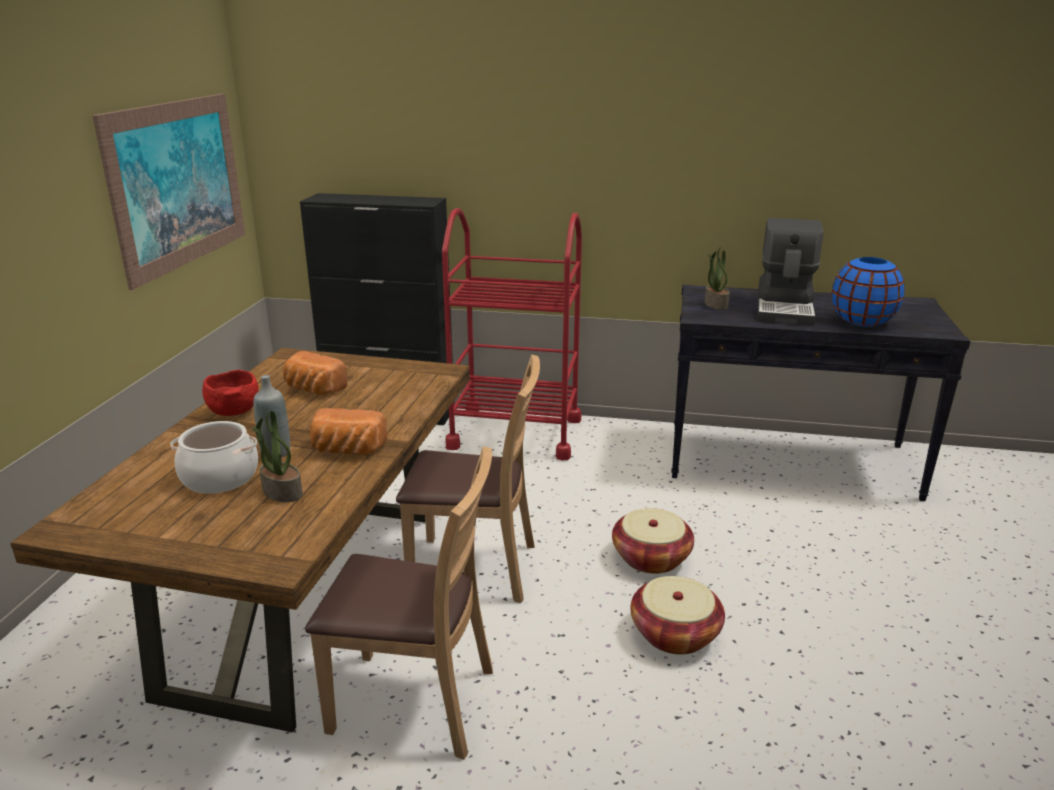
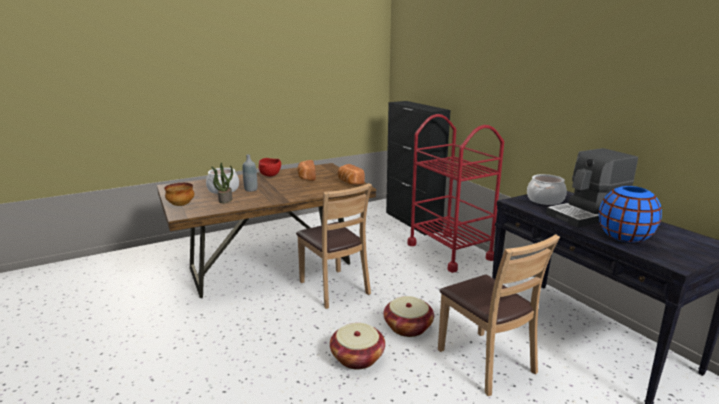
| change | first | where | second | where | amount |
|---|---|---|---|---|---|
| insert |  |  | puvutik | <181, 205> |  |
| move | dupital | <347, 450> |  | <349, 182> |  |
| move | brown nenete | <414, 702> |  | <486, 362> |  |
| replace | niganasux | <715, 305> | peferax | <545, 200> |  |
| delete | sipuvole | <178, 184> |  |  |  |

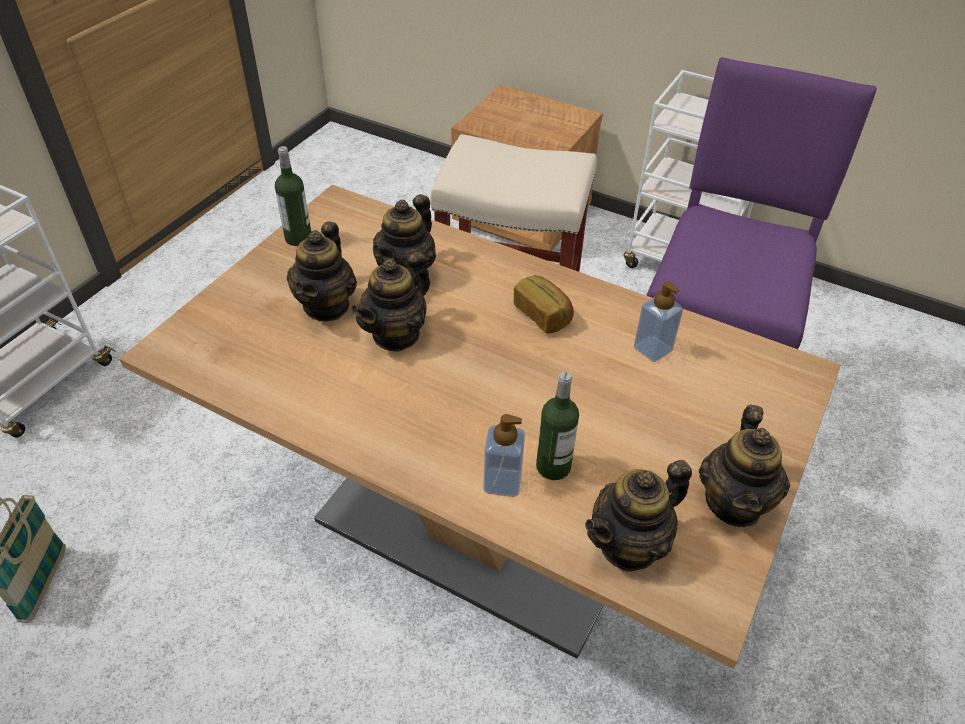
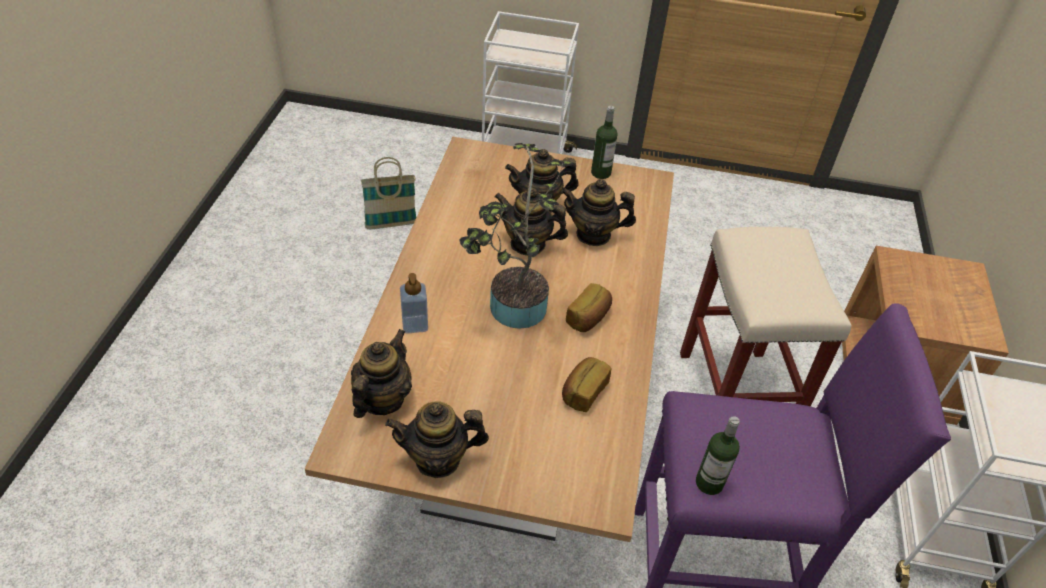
| change | first | where | second | where | amount |
|---|---|---|---|---|---|
| rotate | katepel | <629, 545> |  | <382, 399> | 75 degrees clockwise |
| insert |  |  | niganasux | <512, 310> |  |
| replace | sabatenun | <652, 349> | dupital | <583, 392> |  |
| move | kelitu | <553, 466> |  | <709, 483> |  |

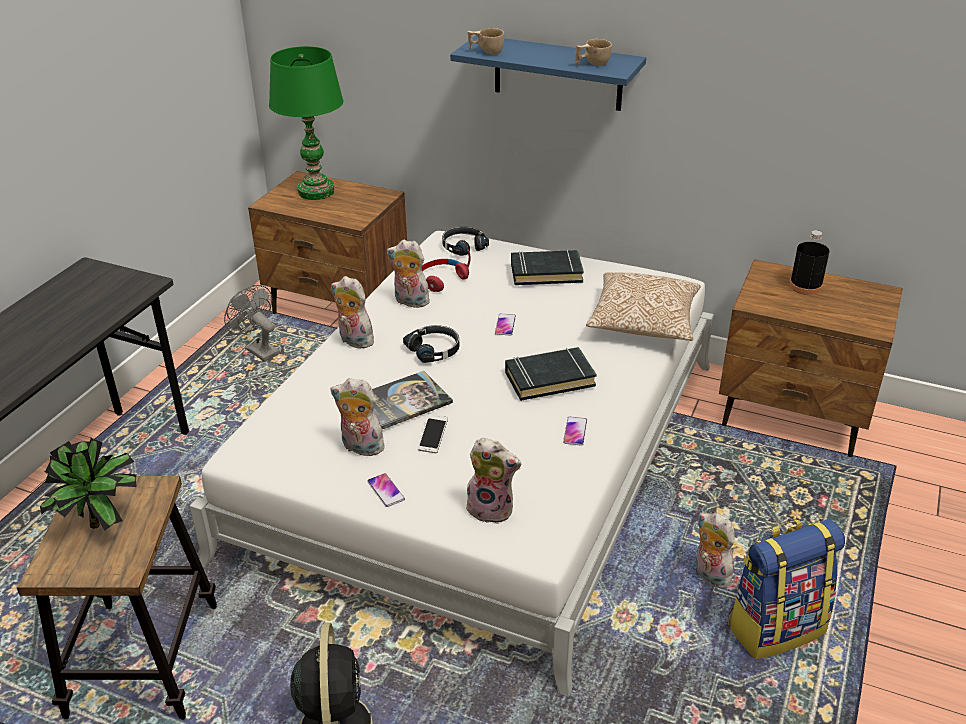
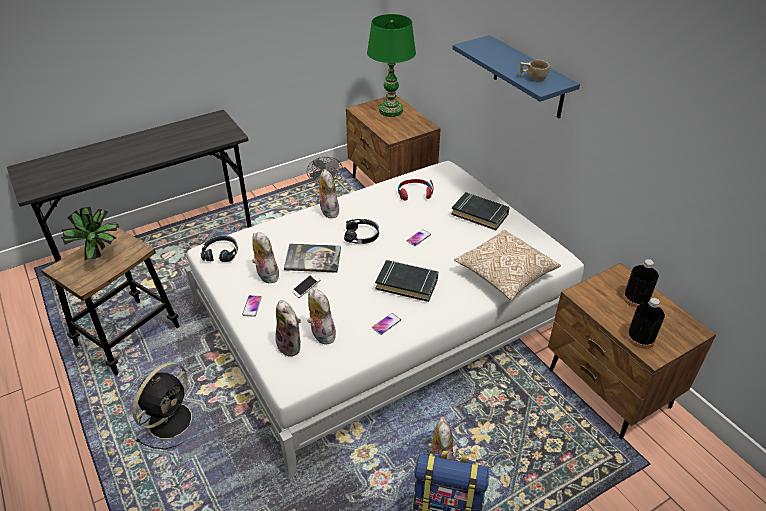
| change | first | where | second | where | amount |
|---|---|---|---|---|---|
| move | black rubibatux | <463, 246> |  | <221, 253> |  |
| move | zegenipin | <409, 302> |  | <321, 334> |  |
| insert |  |  | black kelitu | <640, 338> |  |
| delete | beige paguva | <486, 51> |  |  |  |

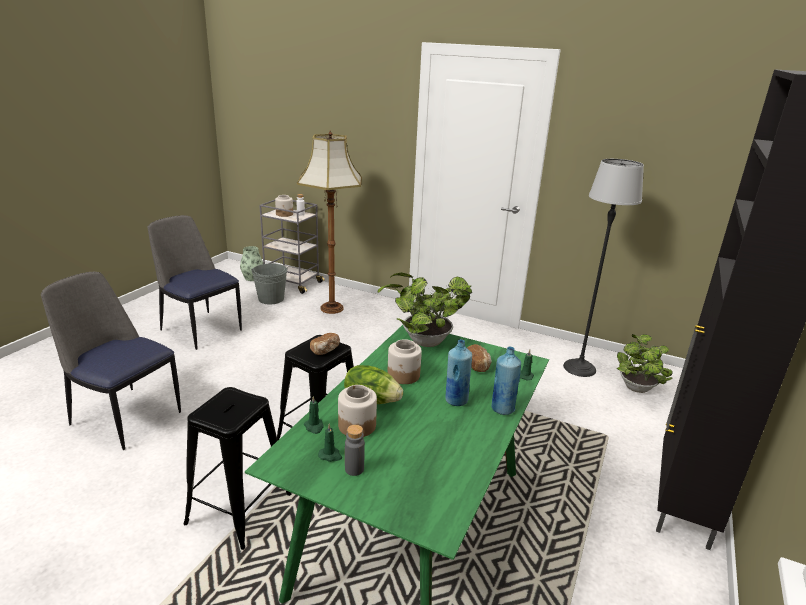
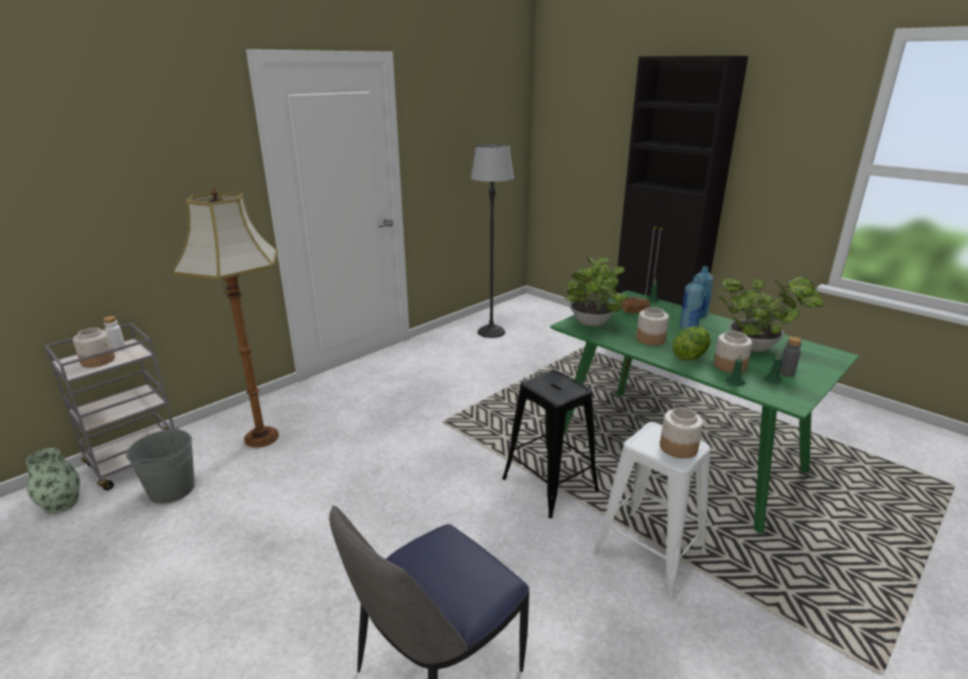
| change | first | where | second | where | amount |
|---|---|---|---|---|---|
| recolor | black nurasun | <239, 509> | white nurasun | <649, 553> |  |
| insert |  |  | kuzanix | <678, 447> |  |
| move | niganasux | <637, 389> |  | <756, 348> |  |
| delete | nenete | <200, 329> |  |  |  |
| delete | dupital | <325, 350> |  |  |  |

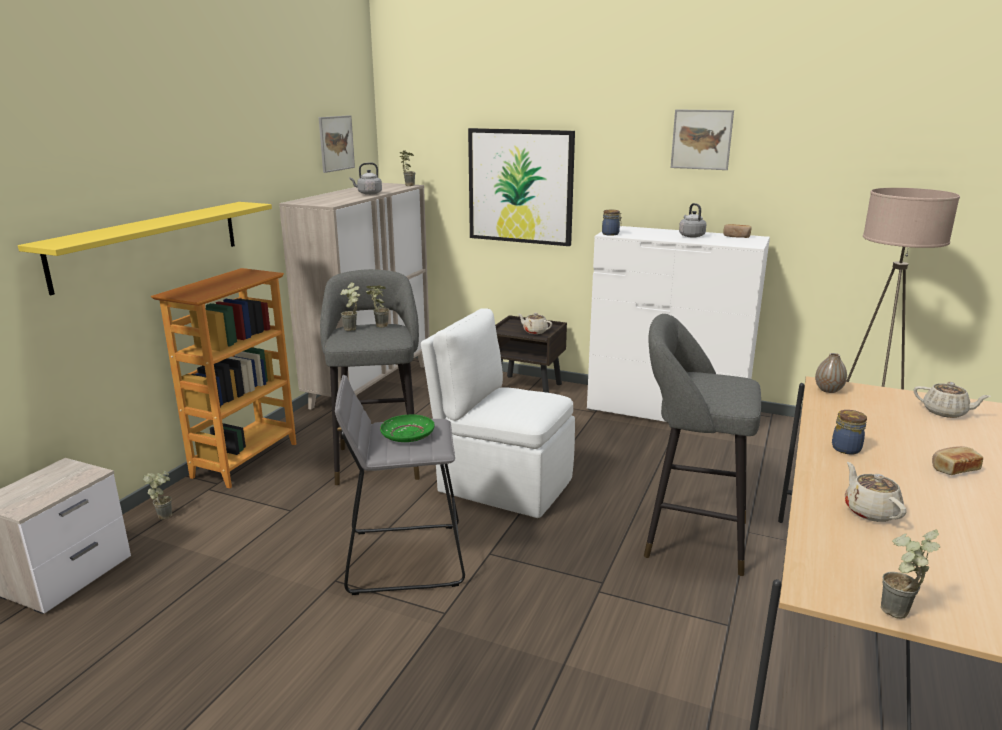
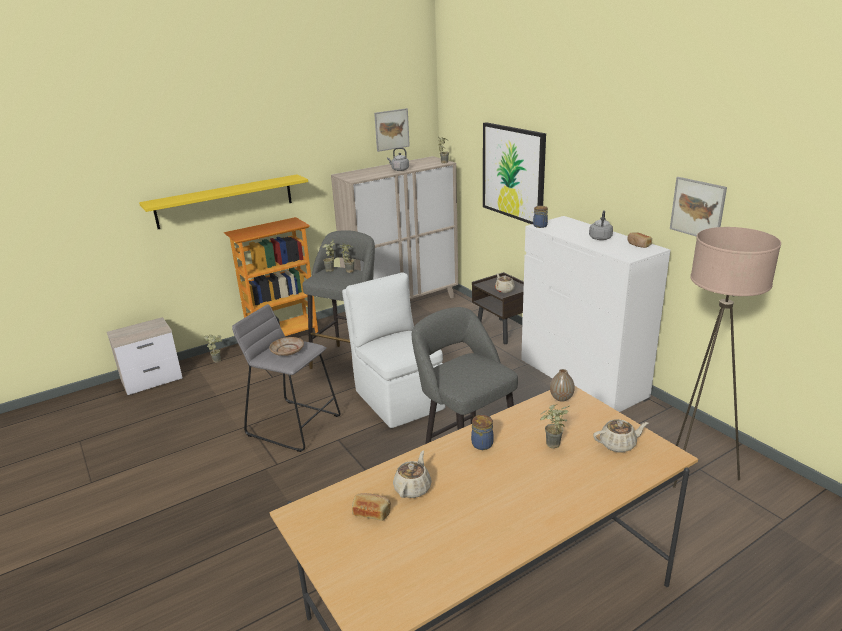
| change | first | where | second | where | amount |
|---|---|---|---|---|---|
| recolor | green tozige | <408, 435> | beige tozige | <287, 351> |  |
| move | dupital | <953, 469> |  | <372, 512> |  |
| move | niganasux | <898, 616> |  | <551, 447> |  |
| rotate | beige katepel | <945, 412> |  | <618, 444> | 75 degrees counterclockwise |
| move | sipuvole | <701, 139> |  | <697, 208> |  |

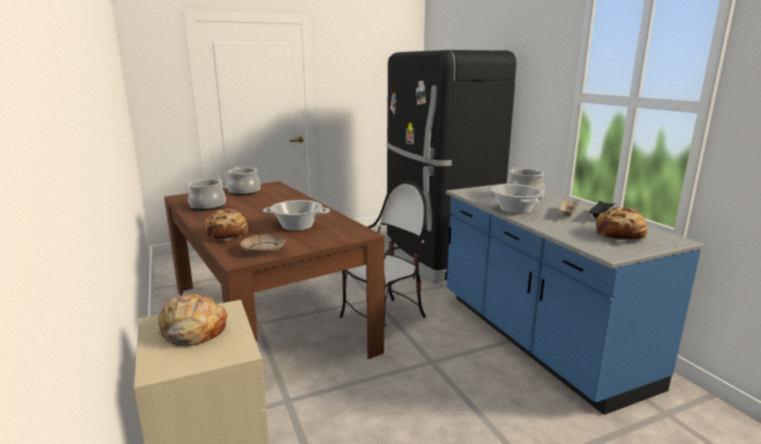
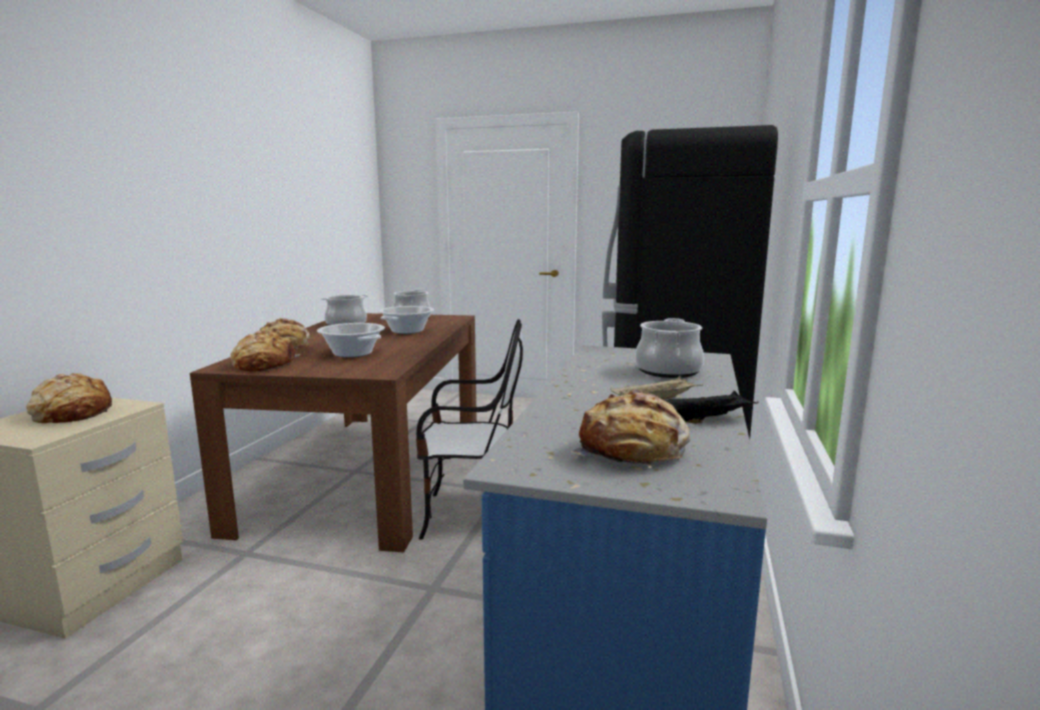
| change | first | where | second | where | amount |
|---|---|---|---|---|---|
| replace | beige tozige | <263, 249> | dupital | <264, 364> |  |
| move | peferax | <515, 210> |  | <407, 331> |  |

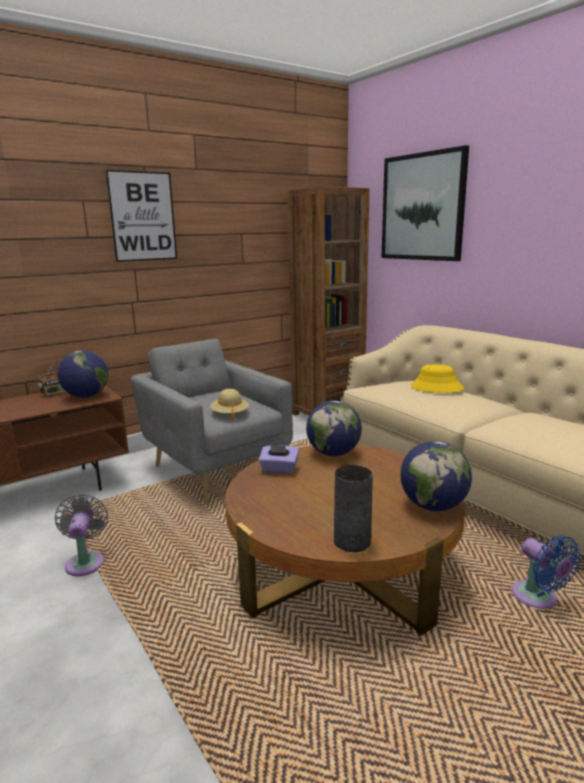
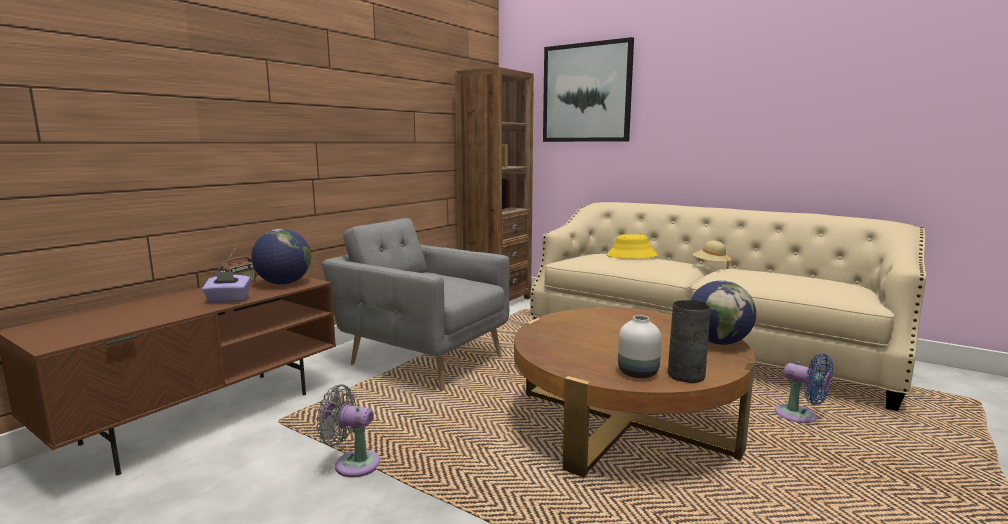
| change | first | where | second | where | amount |
|---|---|---|---|---|---|
| move | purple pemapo | <279, 470> |  | <228, 300> |  |
| rotate | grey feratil | <86, 561> |  | <353, 463> | 45 degrees counterclockwise |
| insert |  |  | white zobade | <638, 372> |  |
| move | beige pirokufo | <230, 414> |  | <711, 265> |  |
| delete | sipuvole | <142, 216> |  |  |  |
| delete | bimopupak | <333, 453> |  |  |  |

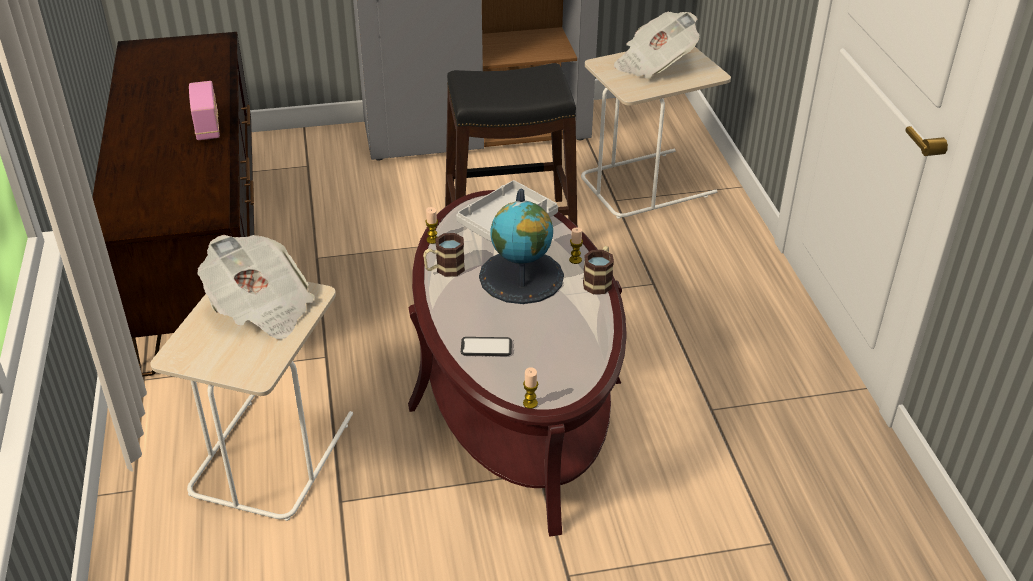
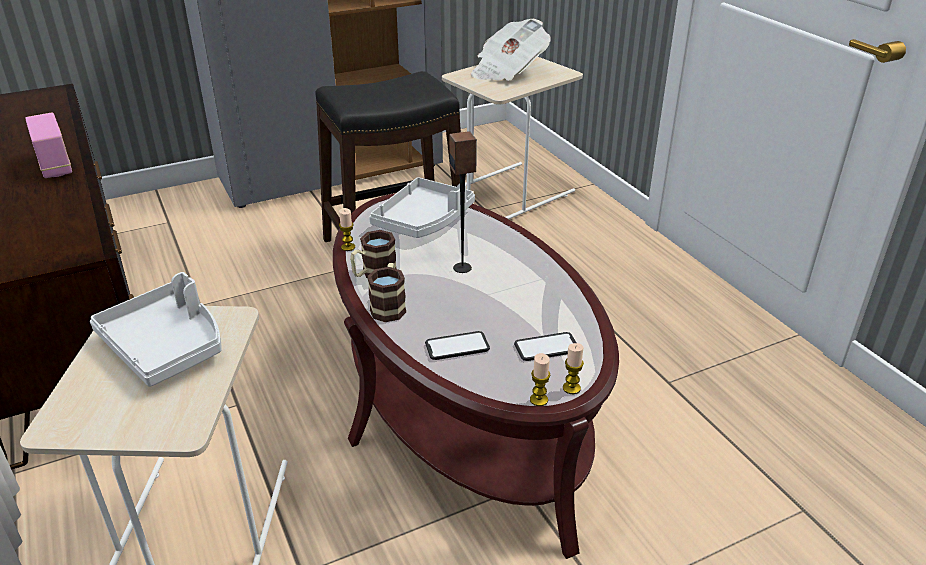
| change | first | where | second | where | amount |
|---|---|---|---|---|---|
| replace | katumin | <261, 308> | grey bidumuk | <166, 345> |  |
| move | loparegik | <599, 281> |  | <389, 306> |  |
| replace | bimopupak | <521, 276> | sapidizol | <462, 268> |  |
| insert |  |  | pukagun | <546, 347> |  |
| move | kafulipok | <575, 260> |  | <571, 388> |  |

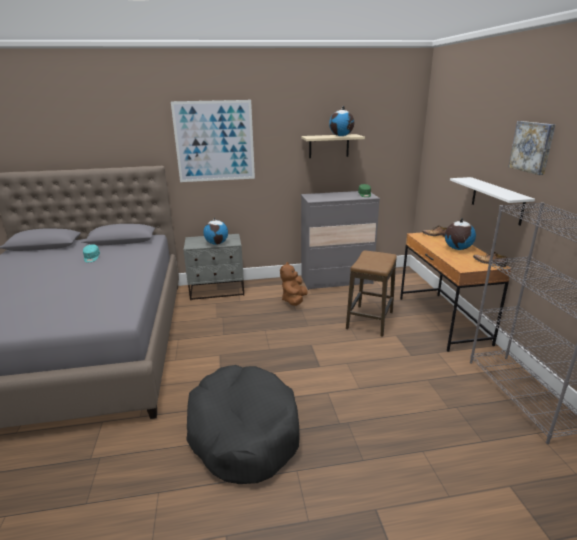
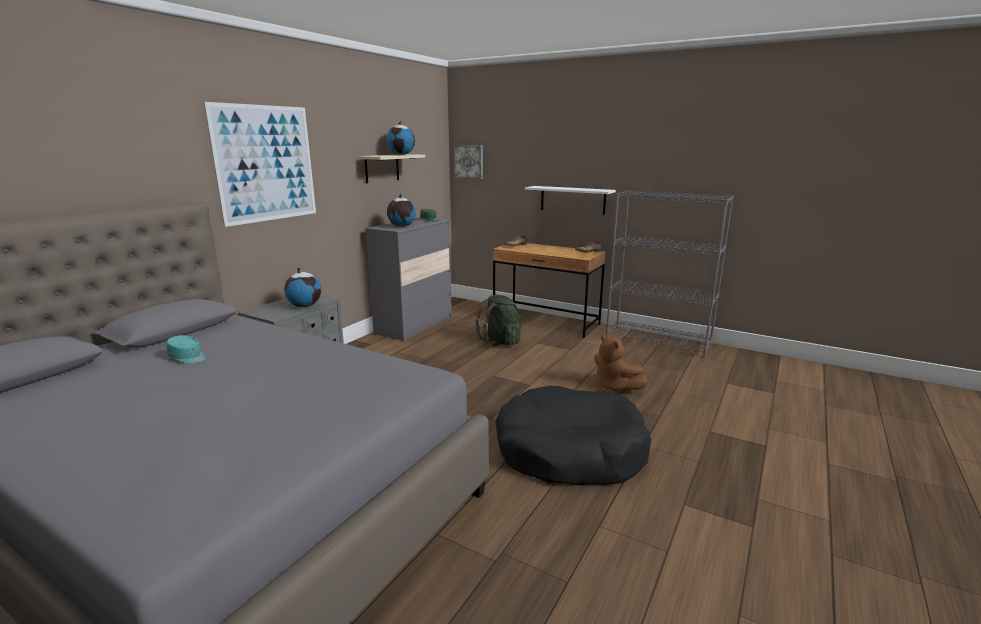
| change | first | where | second | where | amount |
|---|---|---|---|---|---|
| move | bimopupak | <457, 249> |  | <401, 226> |  |
| move | sipuvole | <532, 147> |  | <469, 161> |  |
| replace | nurasun | <370, 320> | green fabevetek | <501, 341> |  |
| move | brown zegenipin | <294, 301> |  | <614, 387> |  |

